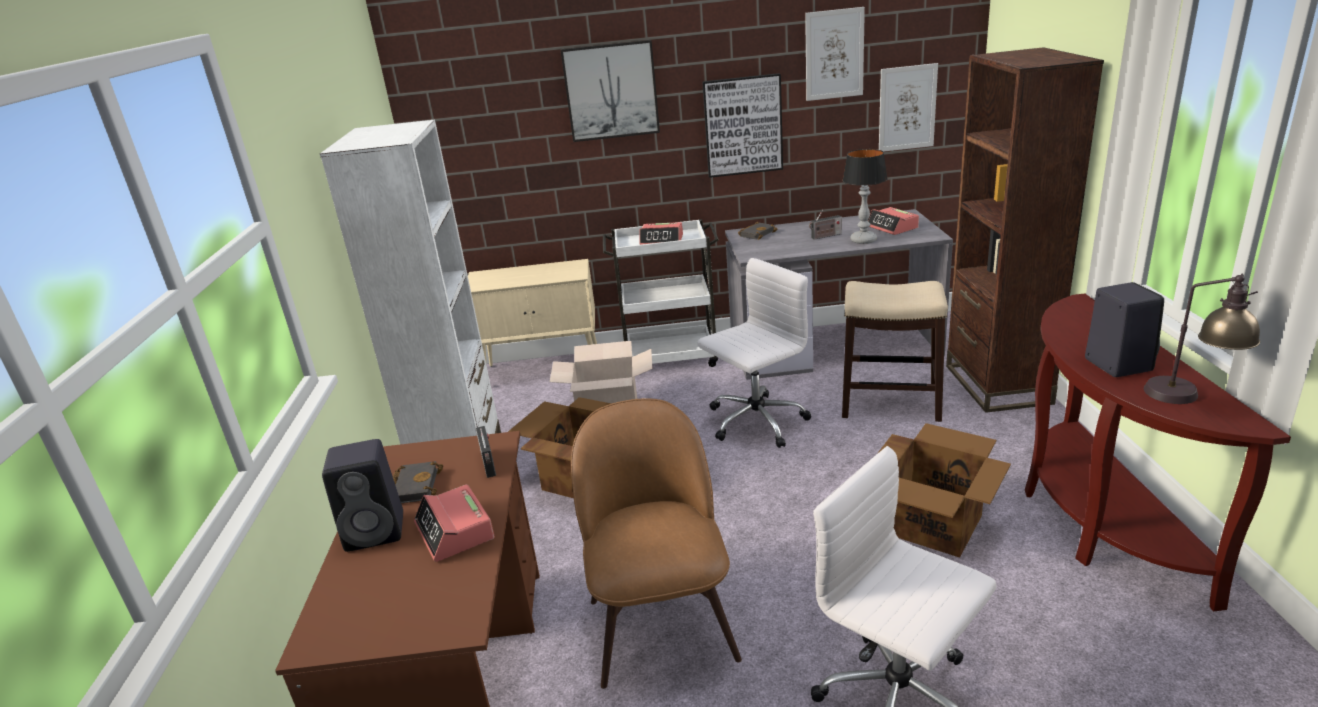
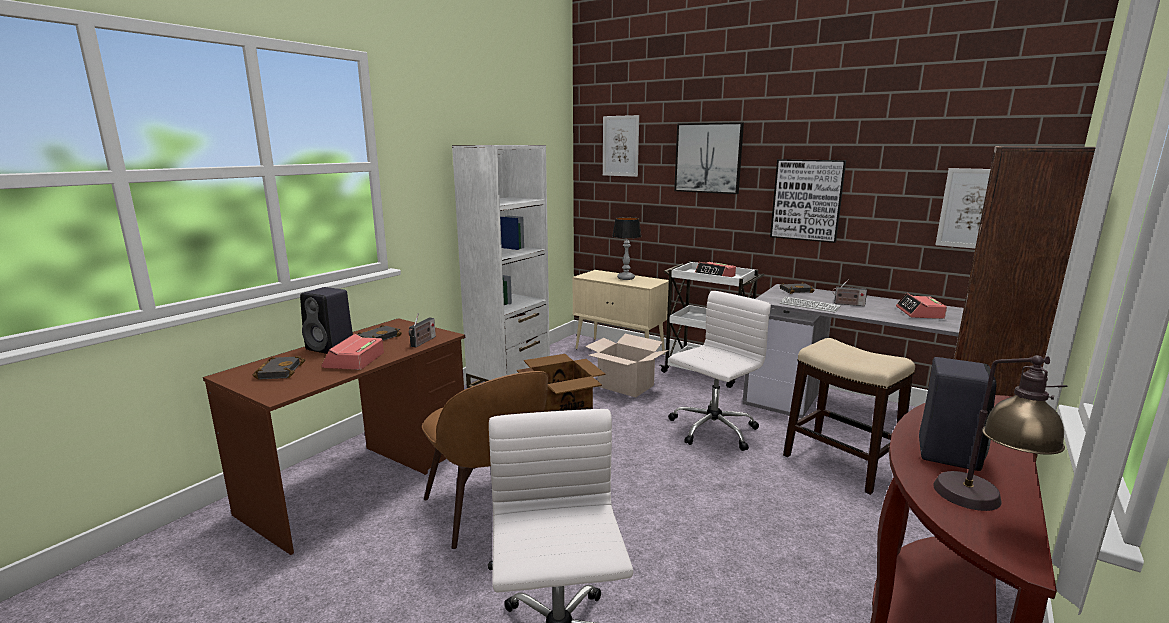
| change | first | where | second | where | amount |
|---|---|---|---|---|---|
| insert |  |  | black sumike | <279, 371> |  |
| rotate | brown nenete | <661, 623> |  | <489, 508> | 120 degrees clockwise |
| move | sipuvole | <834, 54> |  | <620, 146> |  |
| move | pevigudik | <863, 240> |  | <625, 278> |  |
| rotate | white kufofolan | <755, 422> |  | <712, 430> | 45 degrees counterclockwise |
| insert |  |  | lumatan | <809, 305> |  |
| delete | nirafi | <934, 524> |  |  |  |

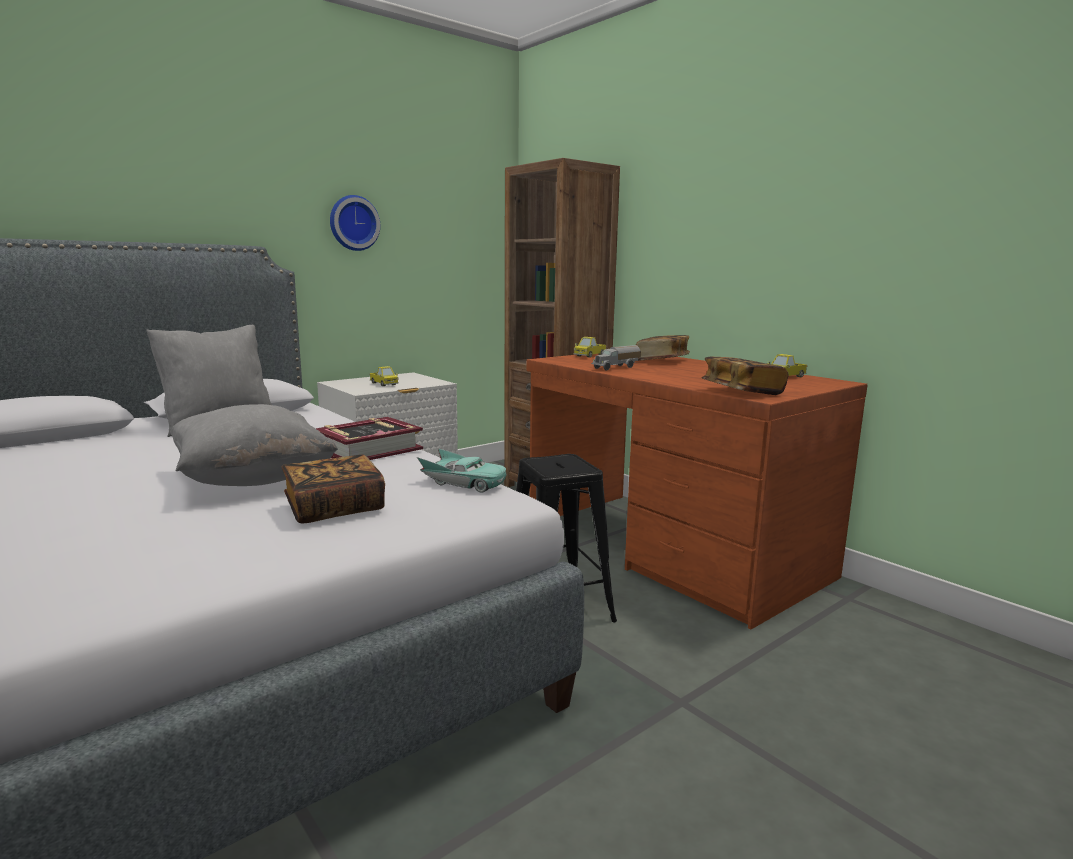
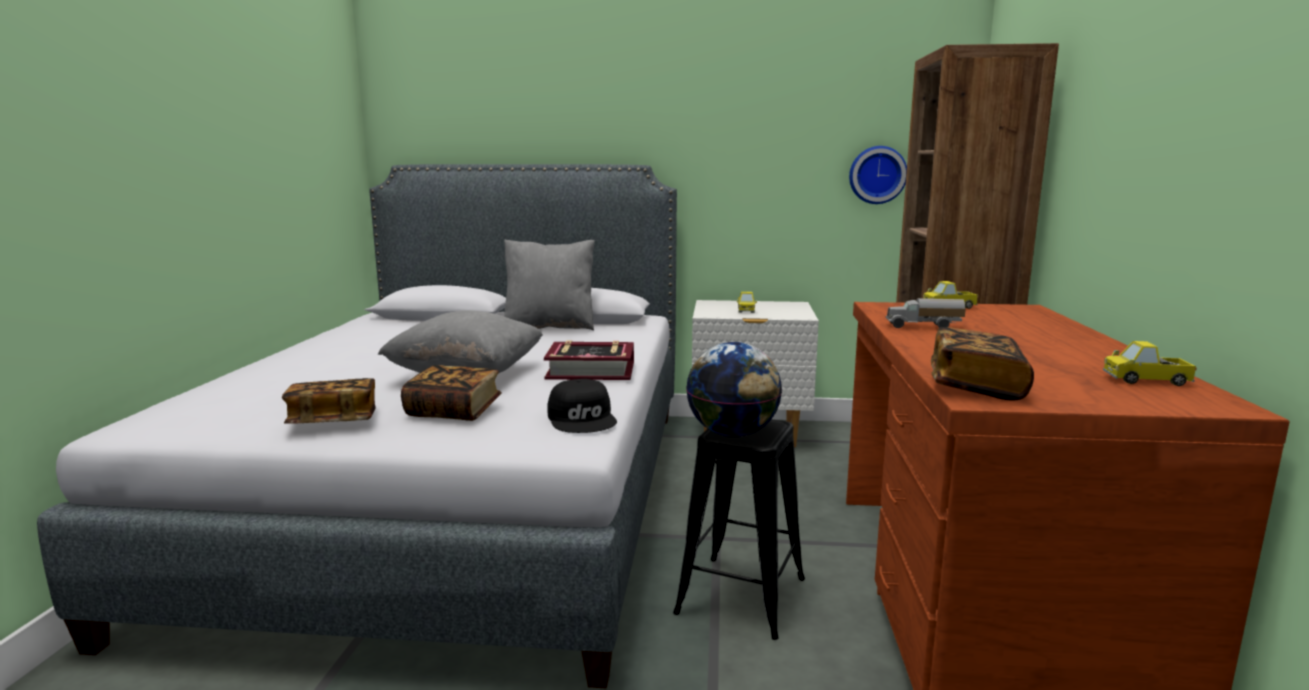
| change | first | where | second | where | amount |
|---|---|---|---|---|---|
| move | sumike | <662, 360> |  | <333, 421> |  |
| replace | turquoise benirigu | <463, 483> | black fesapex | <583, 418> |  |
| insert |  |  | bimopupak | <732, 434> |  |
| move | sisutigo | <353, 223> |  | <877, 175> |  |

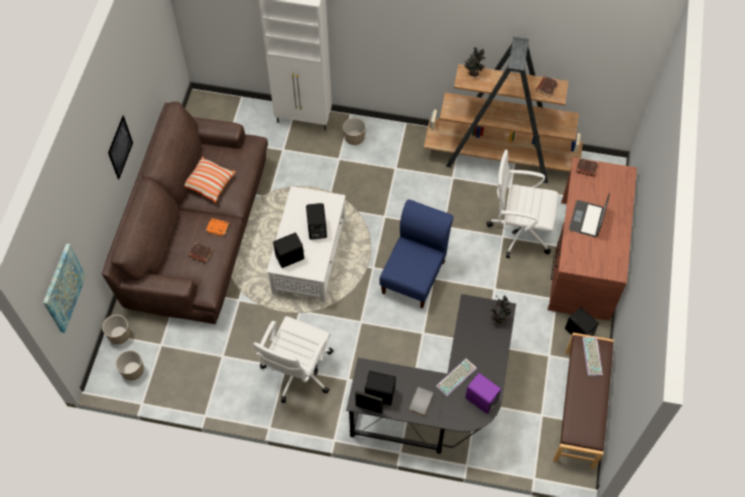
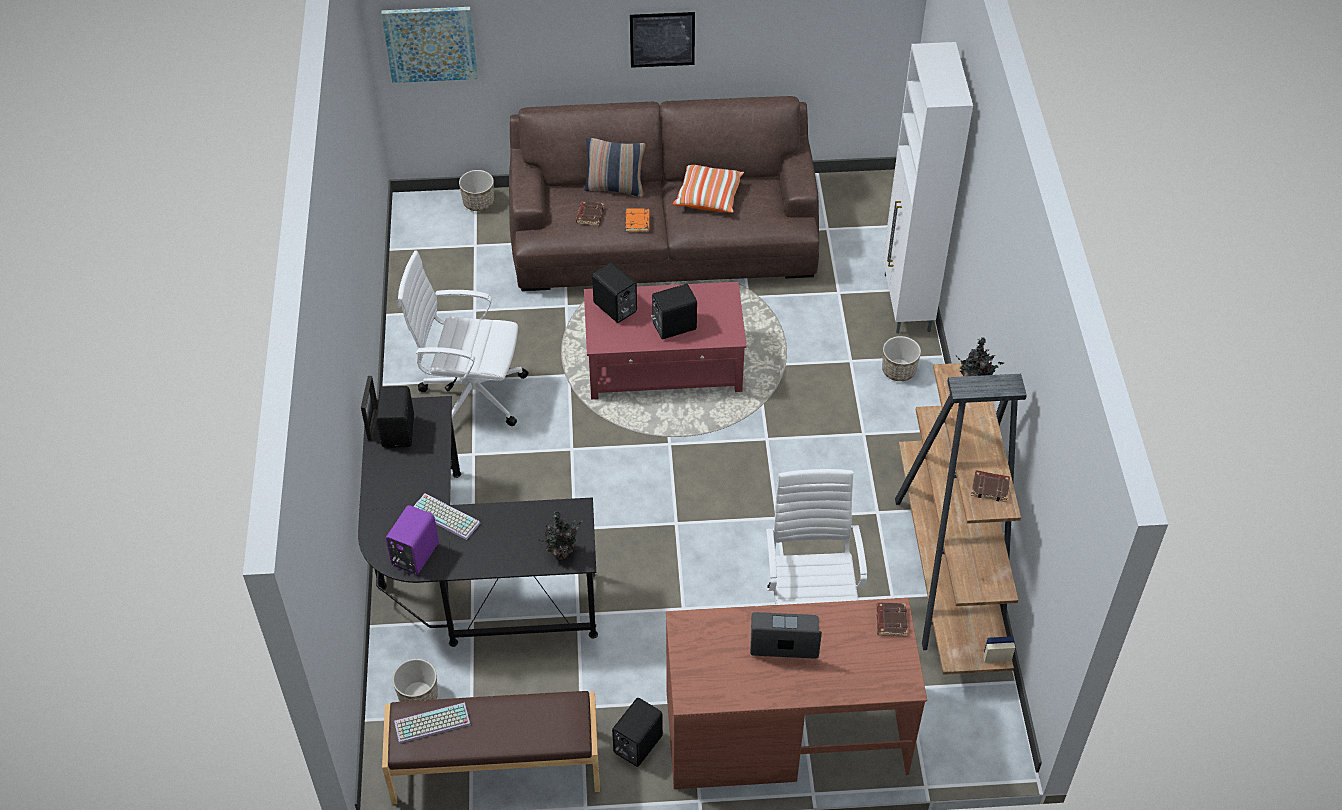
| change | first | where | second | where | amount |
|---|---|---|---|---|---|
| move | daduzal | <132, 370> |  | <418, 696> |  |
| move | lumatan | <593, 357> |  | <431, 725> |  |
| insert |  |  | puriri | <615, 188> |  |
| recolor | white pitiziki | <309, 255> | red pitiziki | <665, 365> |  |
| delete | blue nenete | <414, 274> |  |  |  |
| delete | grey sumike | <420, 401> |  |  |  |

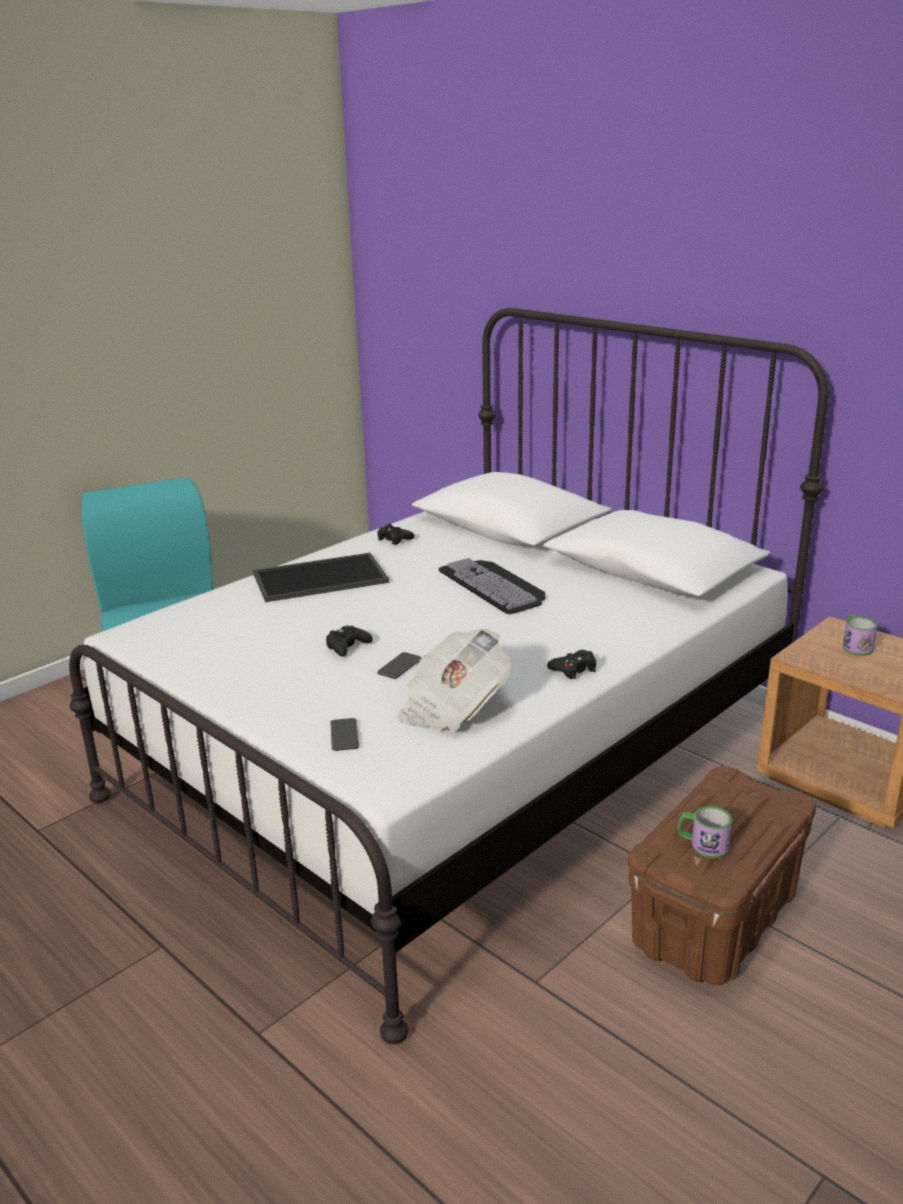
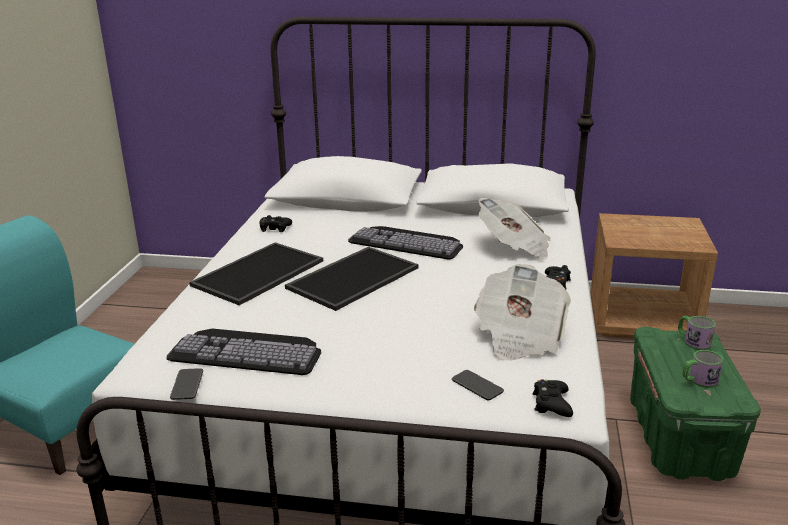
| change | first | where | second | where | amount |
|---|---|---|---|---|---|
| insert |  |  | lumatan | <249, 350> |  |
| move | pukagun | <399, 666> |  | <187, 385> |  |
| insert |  |  | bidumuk | <352, 277> |  |
| insert |  |  | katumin | <514, 247> |  |
| move | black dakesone | <347, 646> |  | <551, 404> |  |
| recolor | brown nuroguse | <715, 922> | green nuroguse | <680, 438> |  |
| move | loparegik | <855, 646> |  | <693, 341> |  |

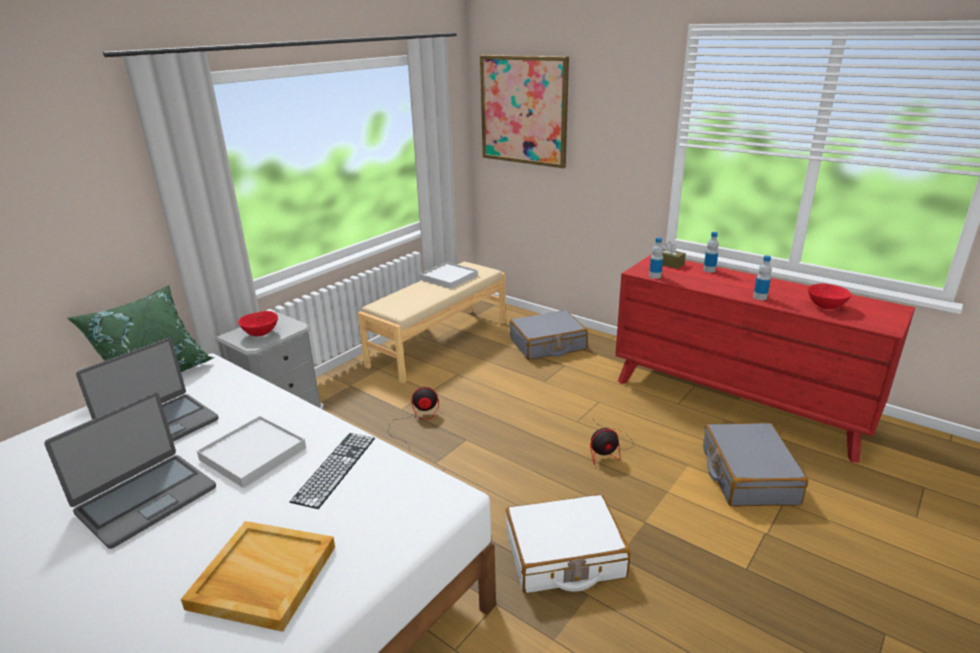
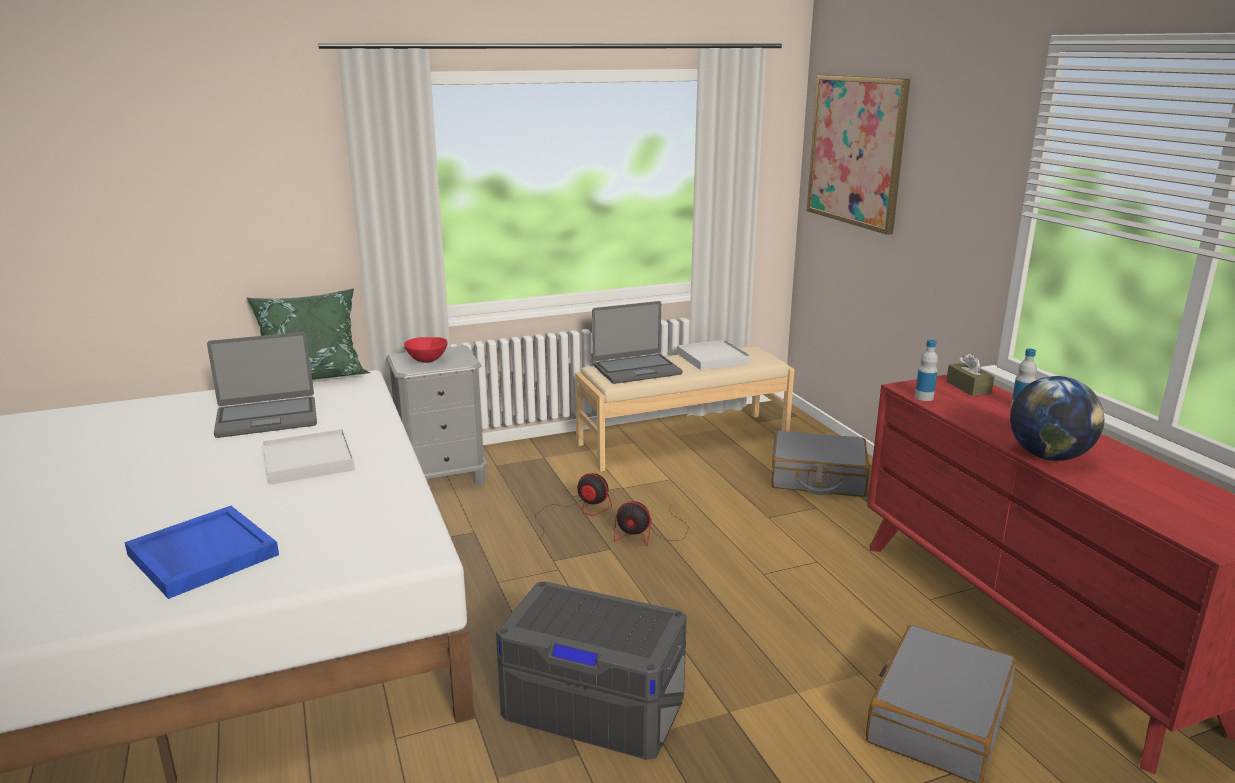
| change | first | where | second | where | amount |
|---|---|---|---|---|---|
| recolor | beige bidumuk | <262, 577> | blue bidumuk | <201, 555> |  |
| replace | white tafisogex | <564, 556> | grey nuroguse | <594, 705> |  |
| move | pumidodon | <145, 499> |  | <636, 370> |  |
| move | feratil | <608, 449> |  | <648, 534> |  |
| replace | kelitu | <760, 297> | bimopupak | <1048, 456> |  |
| delete | lumatan | <335, 468> |  |  |  |
| delete | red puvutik | <826, 307> |  |  |  |

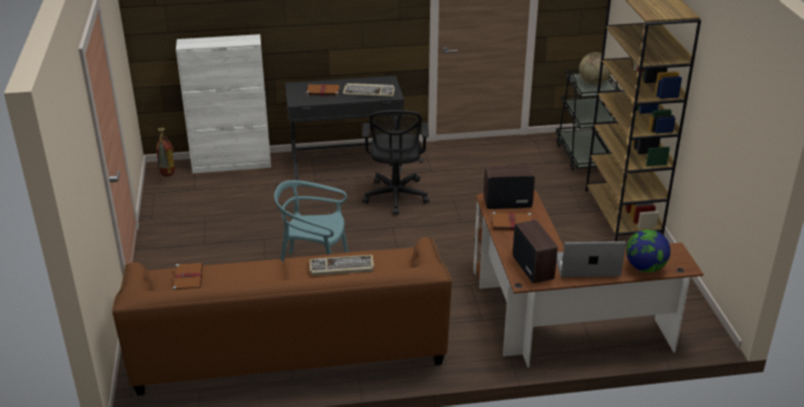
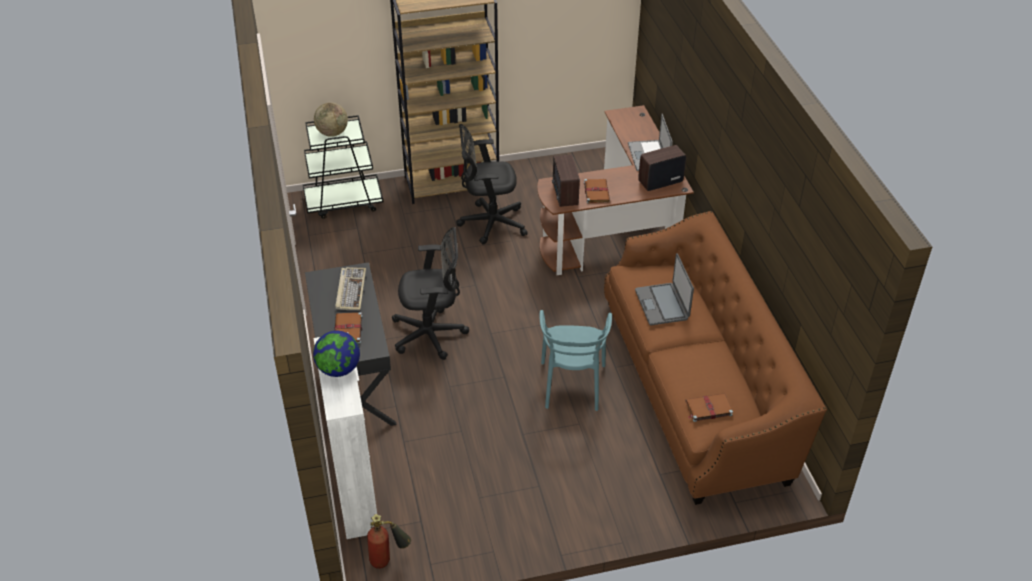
| change | first | where | second | where | amount |
|---|---|---|---|---|---|
| move | bimopupak | <645, 268> |  | <338, 369> |  |
| insert |  |  | black kufofolan | <489, 223> |  |
| replace | lumatan | <341, 267> | pumidodon | <662, 305> |  |

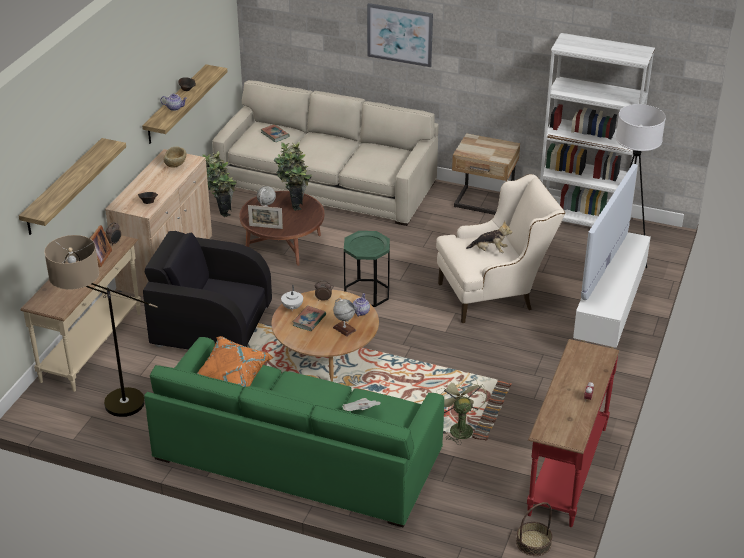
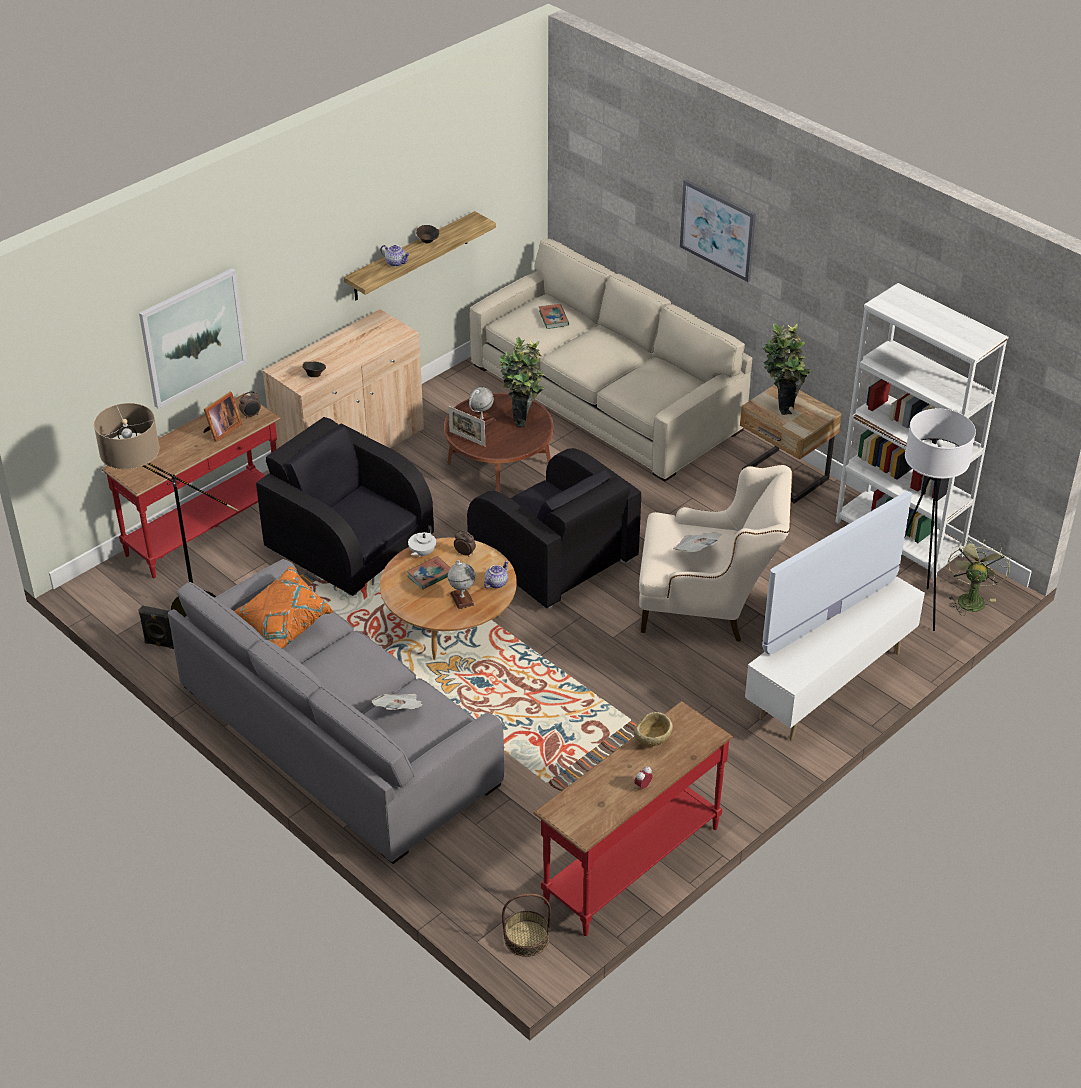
| change | first | where | second | where | amount |
|---|---|---|---|---|---|
| recolor | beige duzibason | <93, 347> | red duzibason | <206, 530> |  |
| insert |  |  | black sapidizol | <160, 644> |  |
| replace | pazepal | <63, 187> | sipuvole | <193, 337> |  |
| recolor | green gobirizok | <297, 454> | grey gobirizok | <337, 734> |  |
| replace | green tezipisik | <366, 293> | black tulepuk | <553, 557> |  |
| move | beige puvutik | <175, 165> |  | <652, 741> |  |
| replace | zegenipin | <489, 251> | katumin | <696, 551> |  |
| move | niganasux | <220, 210> |  | <782, 403> |  |
| move | green feratil | <459, 428> |  | <970, 598> |  |

